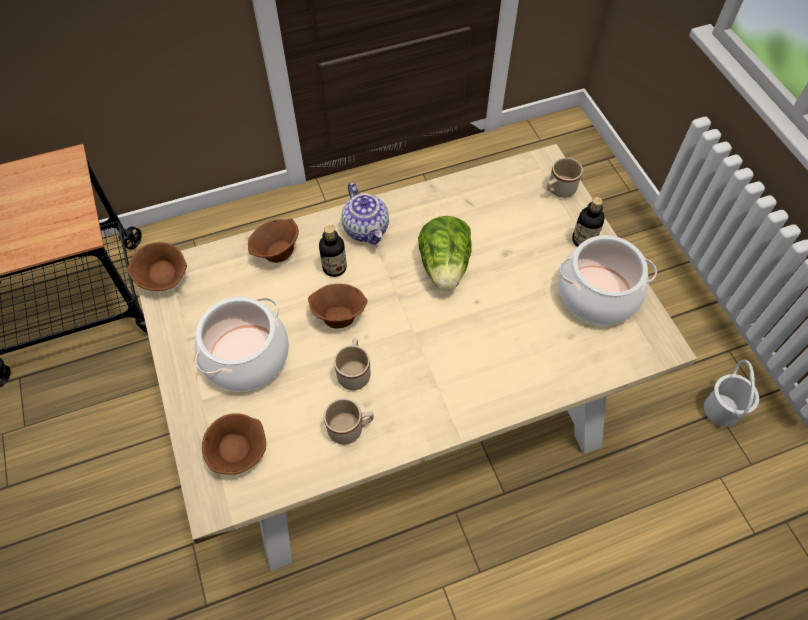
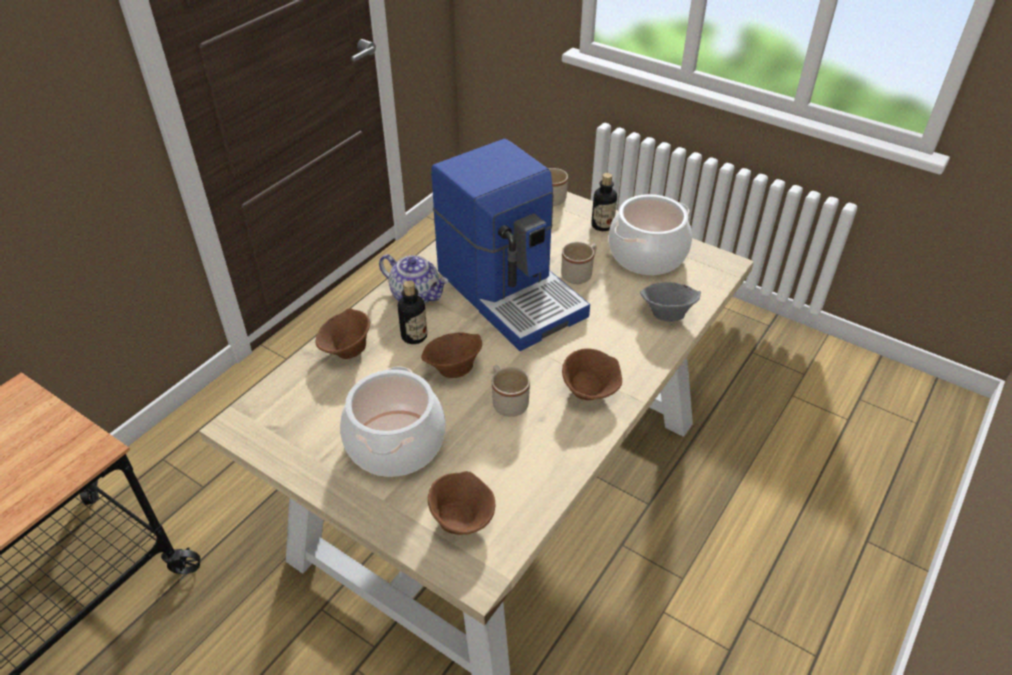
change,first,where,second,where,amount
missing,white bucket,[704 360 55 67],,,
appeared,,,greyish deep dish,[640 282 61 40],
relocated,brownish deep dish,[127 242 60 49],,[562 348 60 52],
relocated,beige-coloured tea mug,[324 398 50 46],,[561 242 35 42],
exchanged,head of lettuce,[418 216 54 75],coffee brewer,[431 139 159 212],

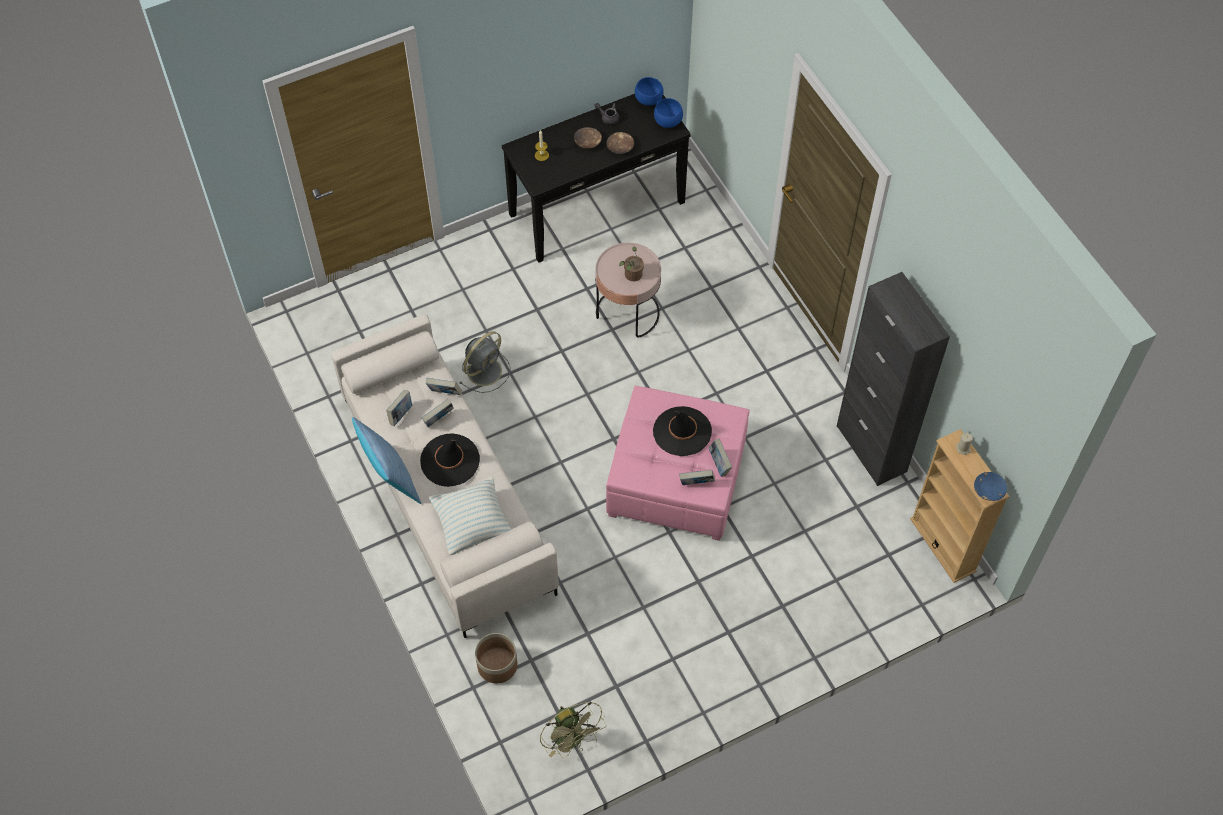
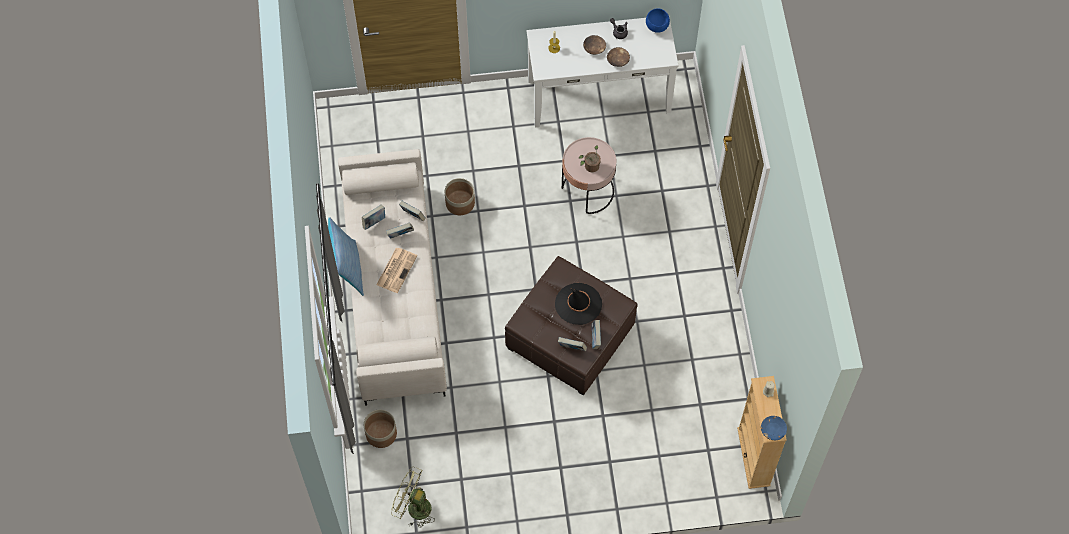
change,first,where,second,where,amount
missing,pillow,[429 477 82 78],,,
missing,bluish deep dish,[654 98 29 30],,,
missing,black-coloured cabinet,[837 272 113 214],,,
exchanged,black-coloured wearable hat,[420 433 60 54],daily paper,[376 248 41 45],
exchanged,greyish cooling fan,[459 331 52 62],plant pot,[445 178 30 37],
colour,black-coloured narrow table,[502 94 189 169],white narrow table,[527 17 152 111],
colour,pink footrest,[606 386 144 155],brownish footrest,[505 256 133 140],
spun,green cooling fan,[540 701 66 57],,[391 467 44 61],120 degrees clockwise

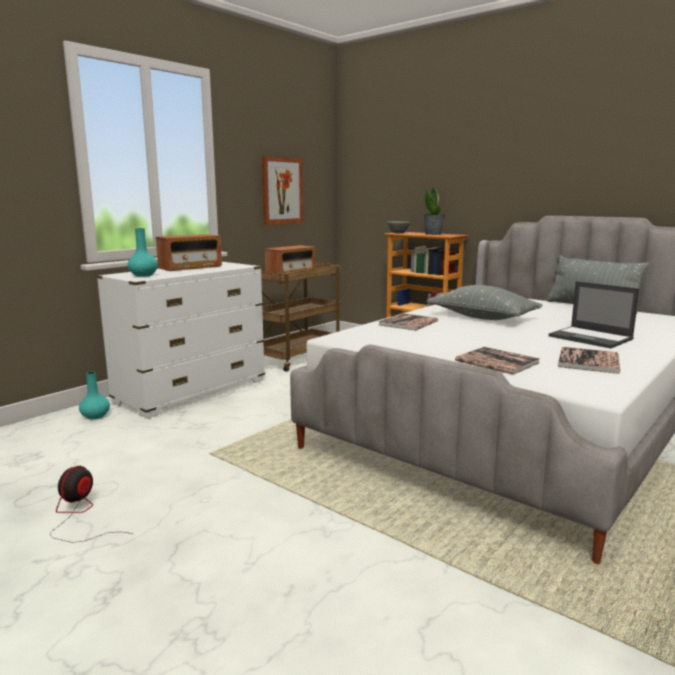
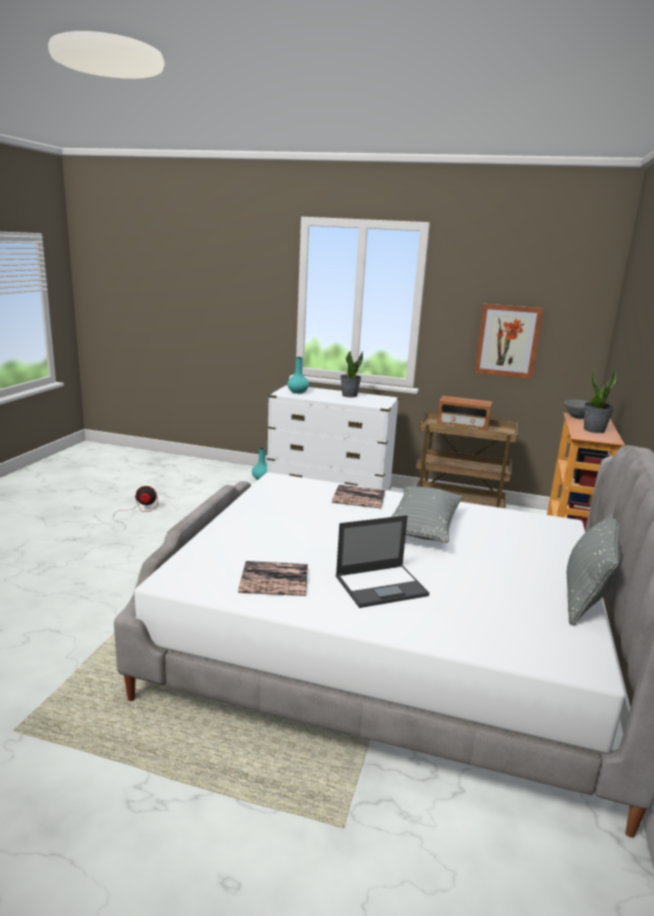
change,first,where,second,where,amount
missing,volume,[455 347 85 28],,,
exchanged,radio set,[156 234 66 37],potted plant,[340 351 23 46],
spun,laptop,[548 281 91 67],,[336 515 93 93],135 degrees counterclockwise

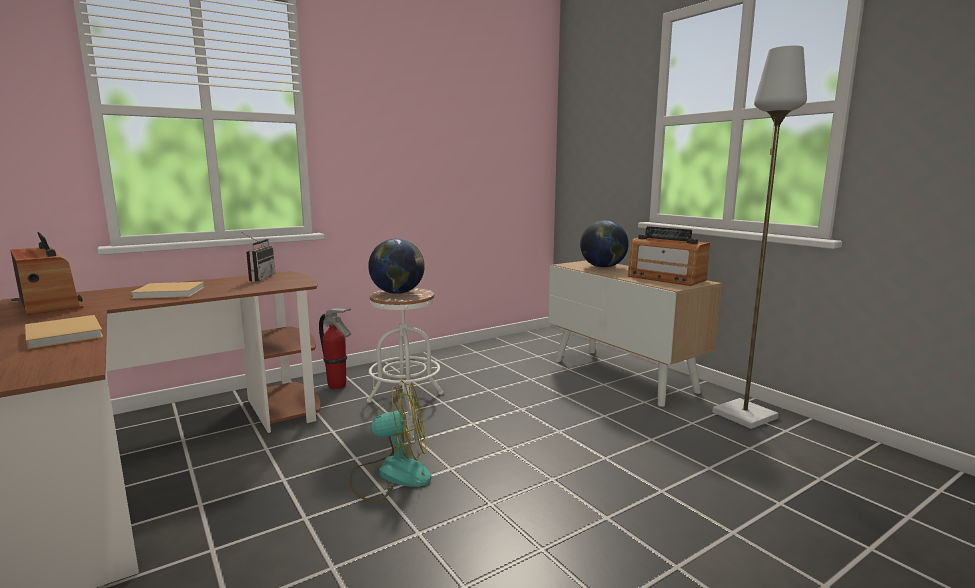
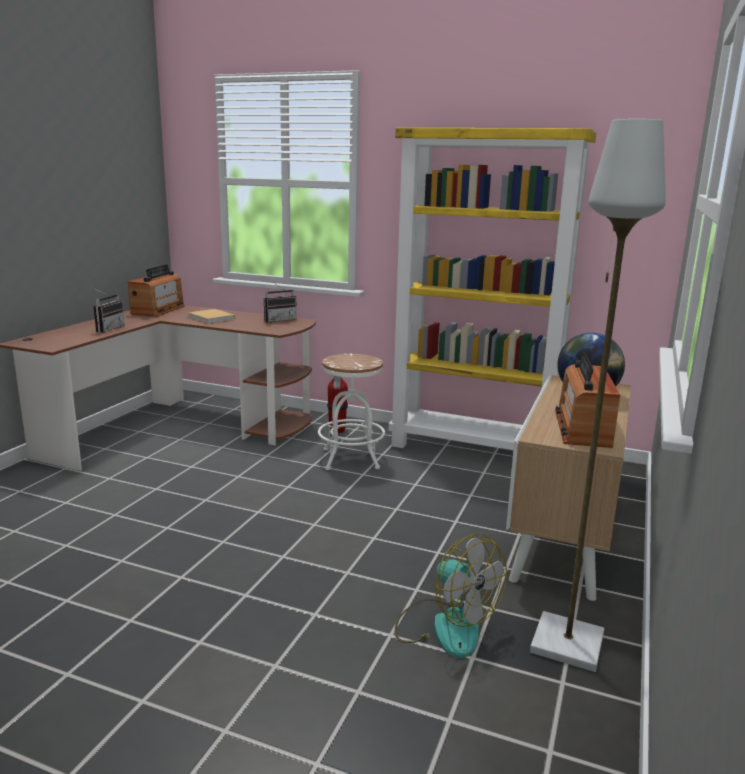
change,first,where,second,where,amount
missing,world globe,[368 239 57 55],,,
appeared,,,yellowish shelving unit,[388 128 209 322],
relocated,cooling fan,[349 380 82 122],,[395 534 112 124],
exchanged,beige-coloured volume,[25 315 78 34],radio set,[93 288 32 45],

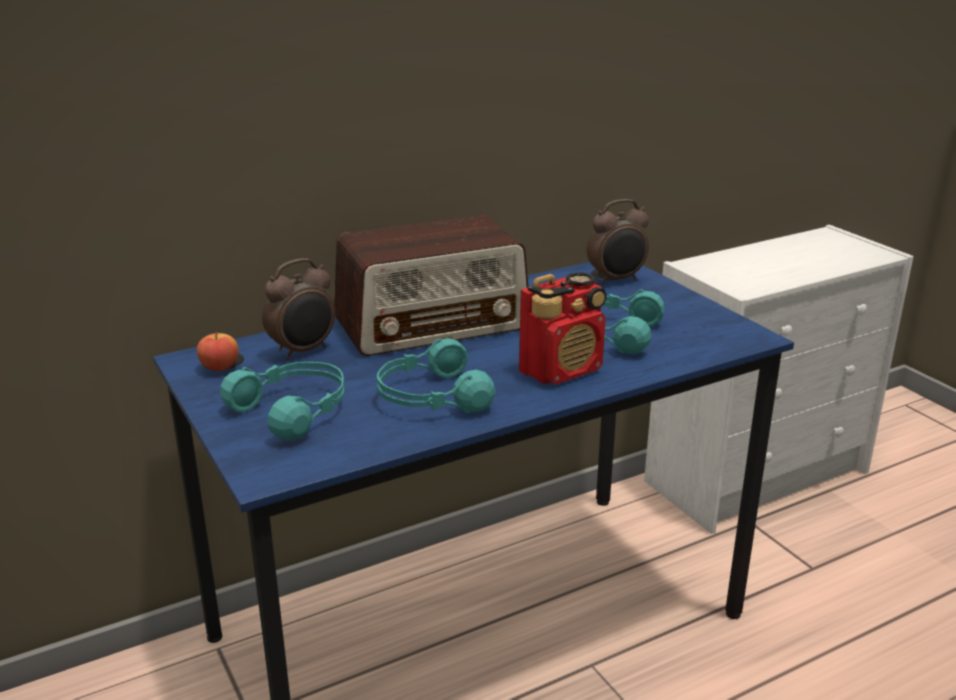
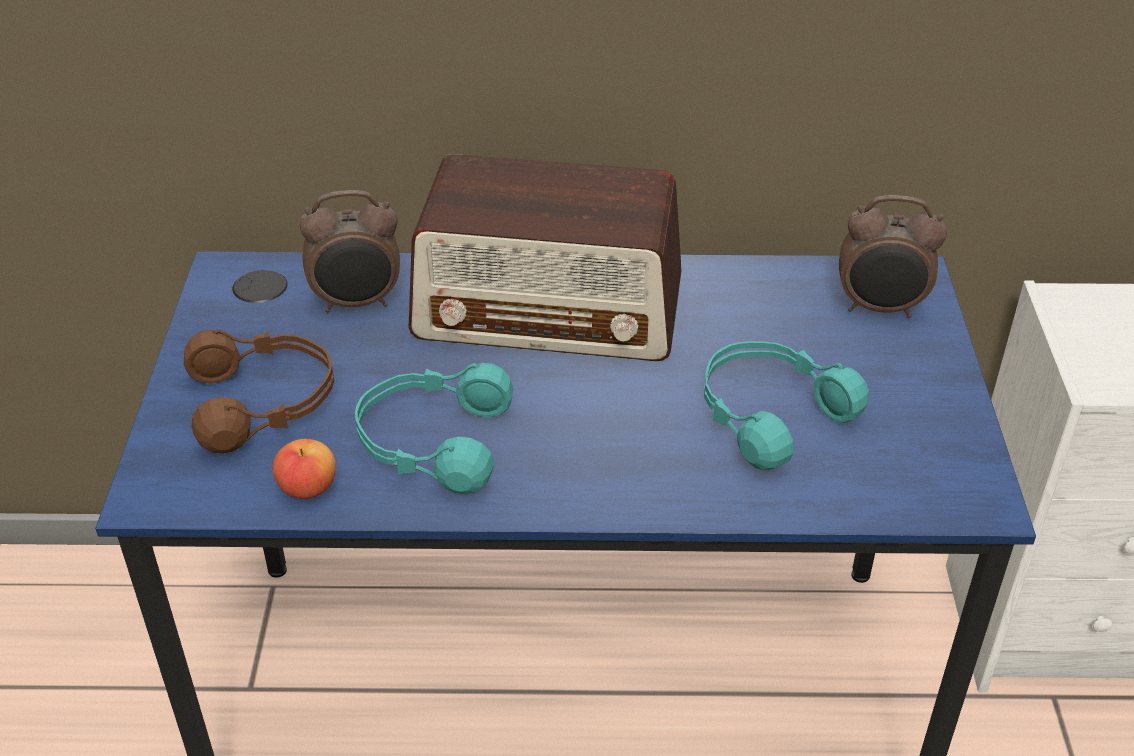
change,first,where,second,where,amount
missing,radio set,[519 272 88 113],,,
relocated,whole apple,[197 332 42 39],,[273 439 63 60],
colour,blue-green pair of headphones,[220 362 124 78],brownish pair of headphones,[184 329 150 125],

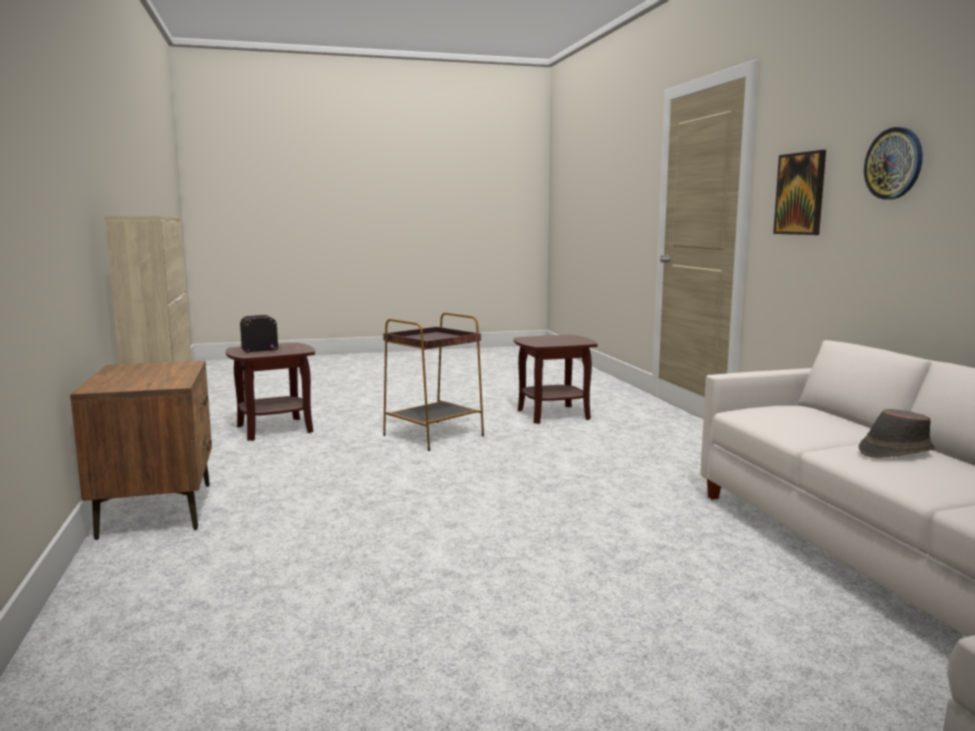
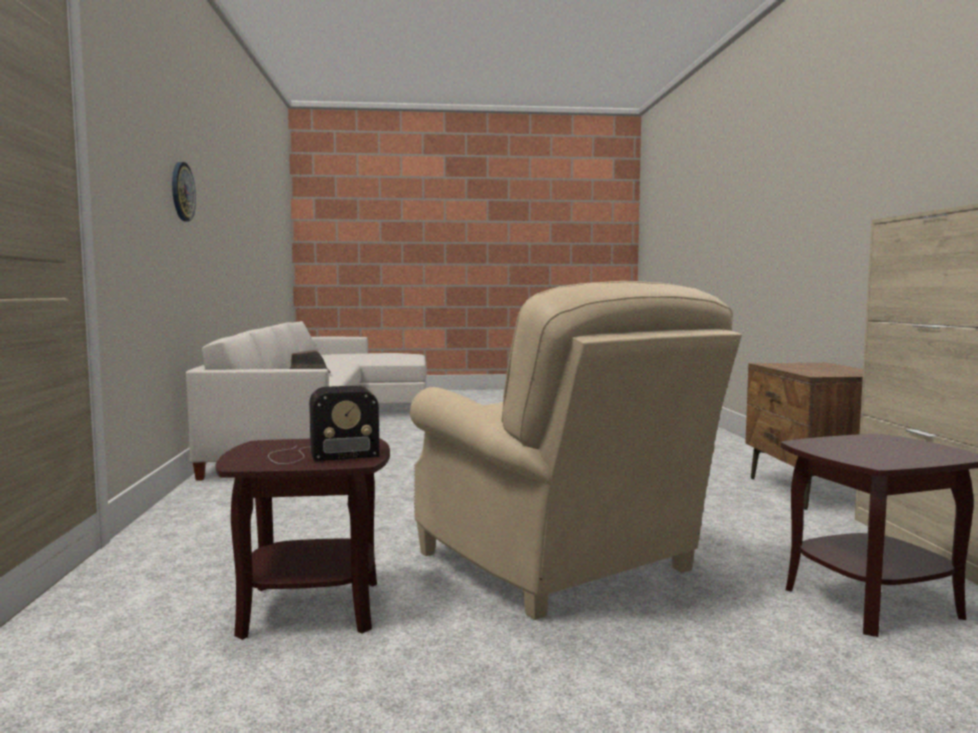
change,first,where,second,where,amount
missing,picture,[773 150 53 85],,,
relocated,radio set,[240 315 59 37],,[268 385 112 79],
exchanged,brownish side table,[383 312 101 139],beige-coloured easy chair,[410 281 332 339],

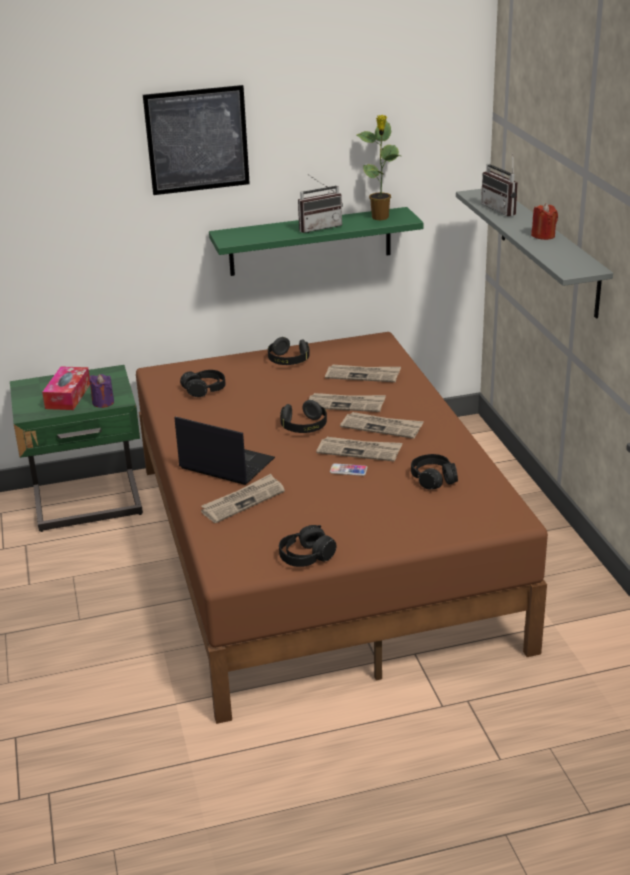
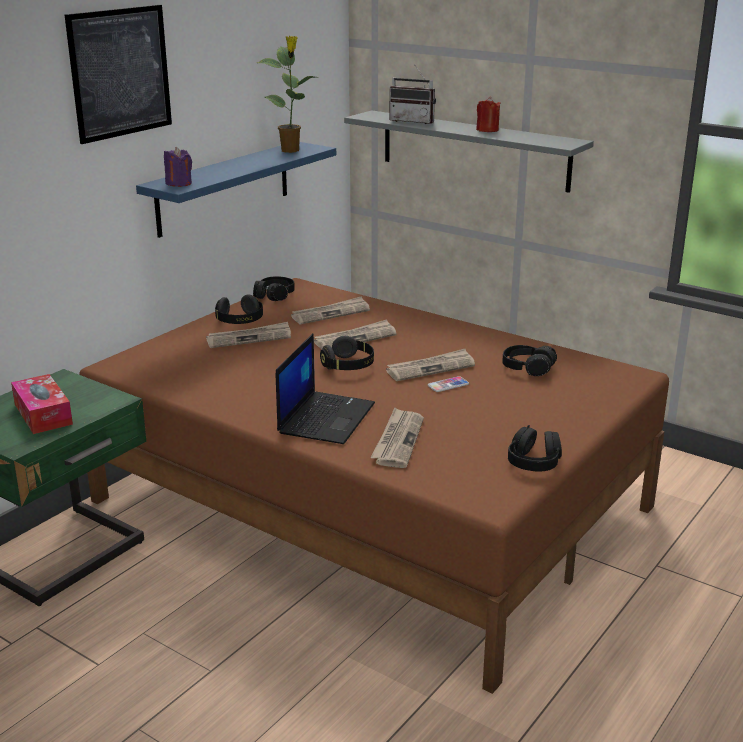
change,first,where,second,where,amount
missing,radio set,[298 174 45 59],,,
relocated,purple candle,[89 374 25 34],,[164 147 28 40],
relocated,black-coloured pair of headphones,[180 370 45 27],,[253 276 42 25],
relocated,daily paper,[340 412 84 27],,[206 322 85 26],
colour,green wall shelf,[209 207 215 69],bluish wall shelf,[136 142 200 96],
spun,laptop,[175 416 100 69],,[276 333 99 111],120 degrees clockwise

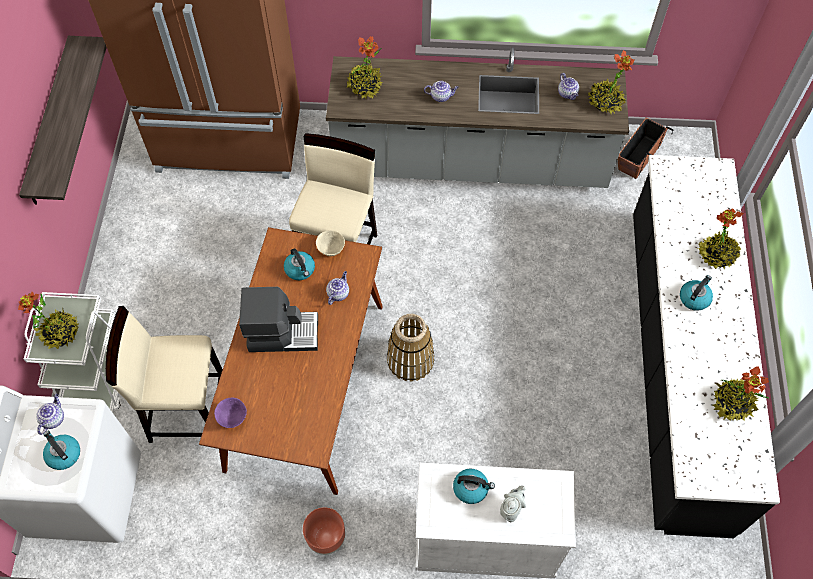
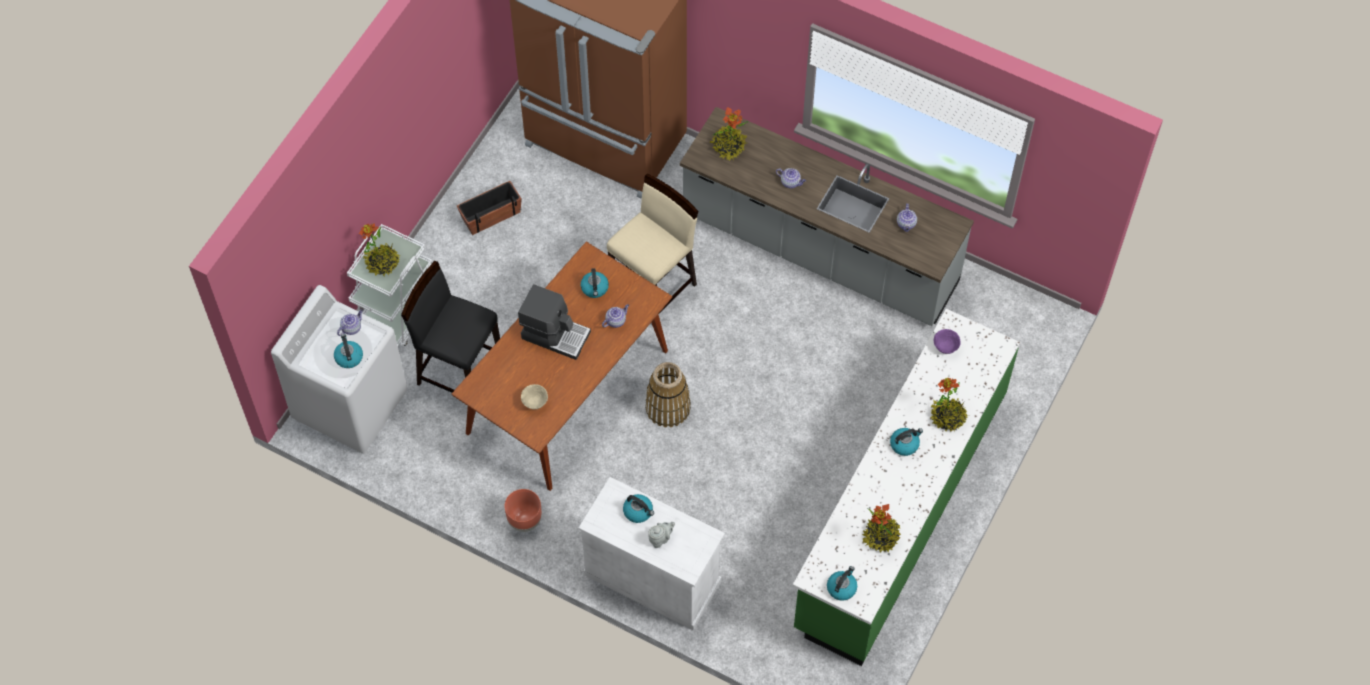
change,first,where,second,where,amount
missing,wall shelf,[19 36 88 169],,,
missing,potted plant,[588 50 47 64],,,
appeared,,,kettle,[827 566 30 35],
relocated,purple deep dish,[214 398 33 30],,[934 329 27 25],
relocated,beige-coloured deep dish,[316 230 29 26],,[521 384 27 25],
relocated,plant pot,[618 118 55 61],,[457 181 65 54],
colour,beige-coloured stool,[106 306 117 137],black-coloured stool,[401 261 99 132],
colour,black-coloured kitchen counter,[633 155 147 383],green kitchen counter,[793 309 227 357],

